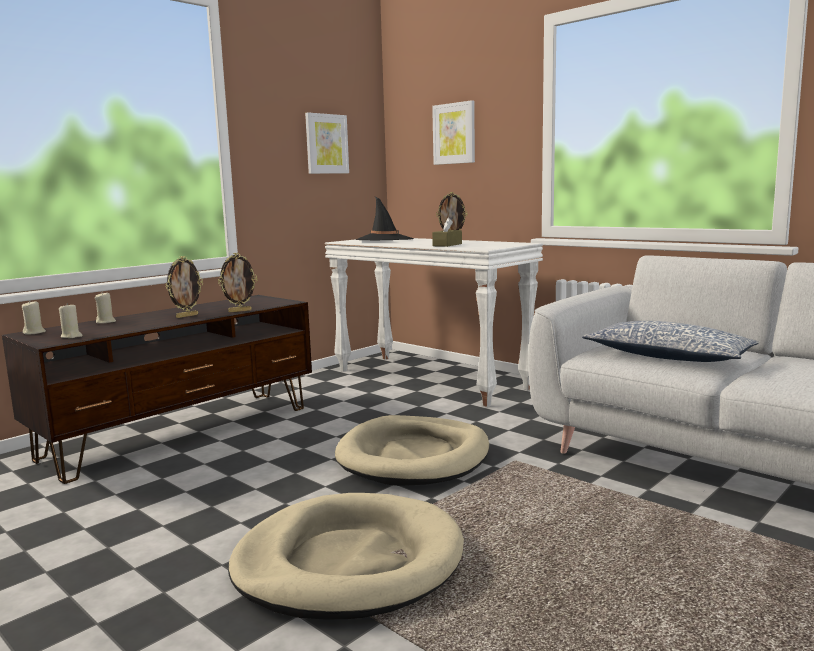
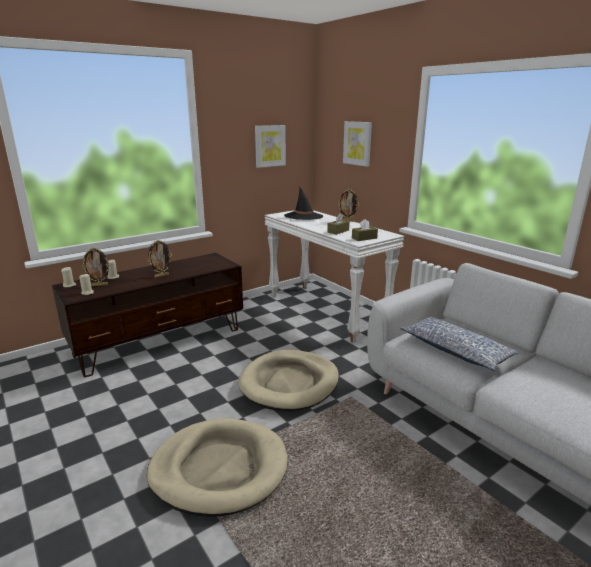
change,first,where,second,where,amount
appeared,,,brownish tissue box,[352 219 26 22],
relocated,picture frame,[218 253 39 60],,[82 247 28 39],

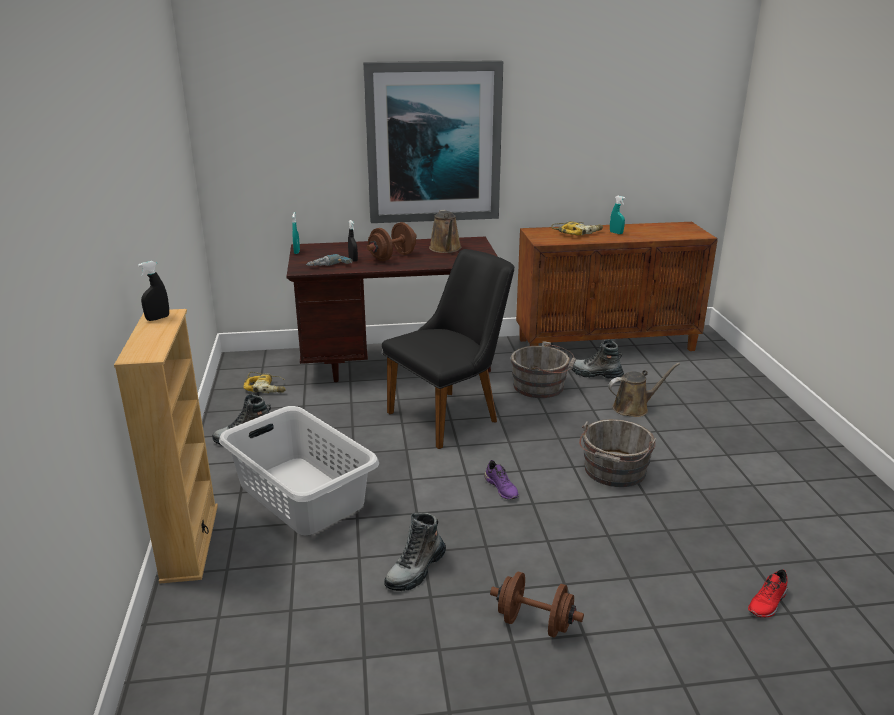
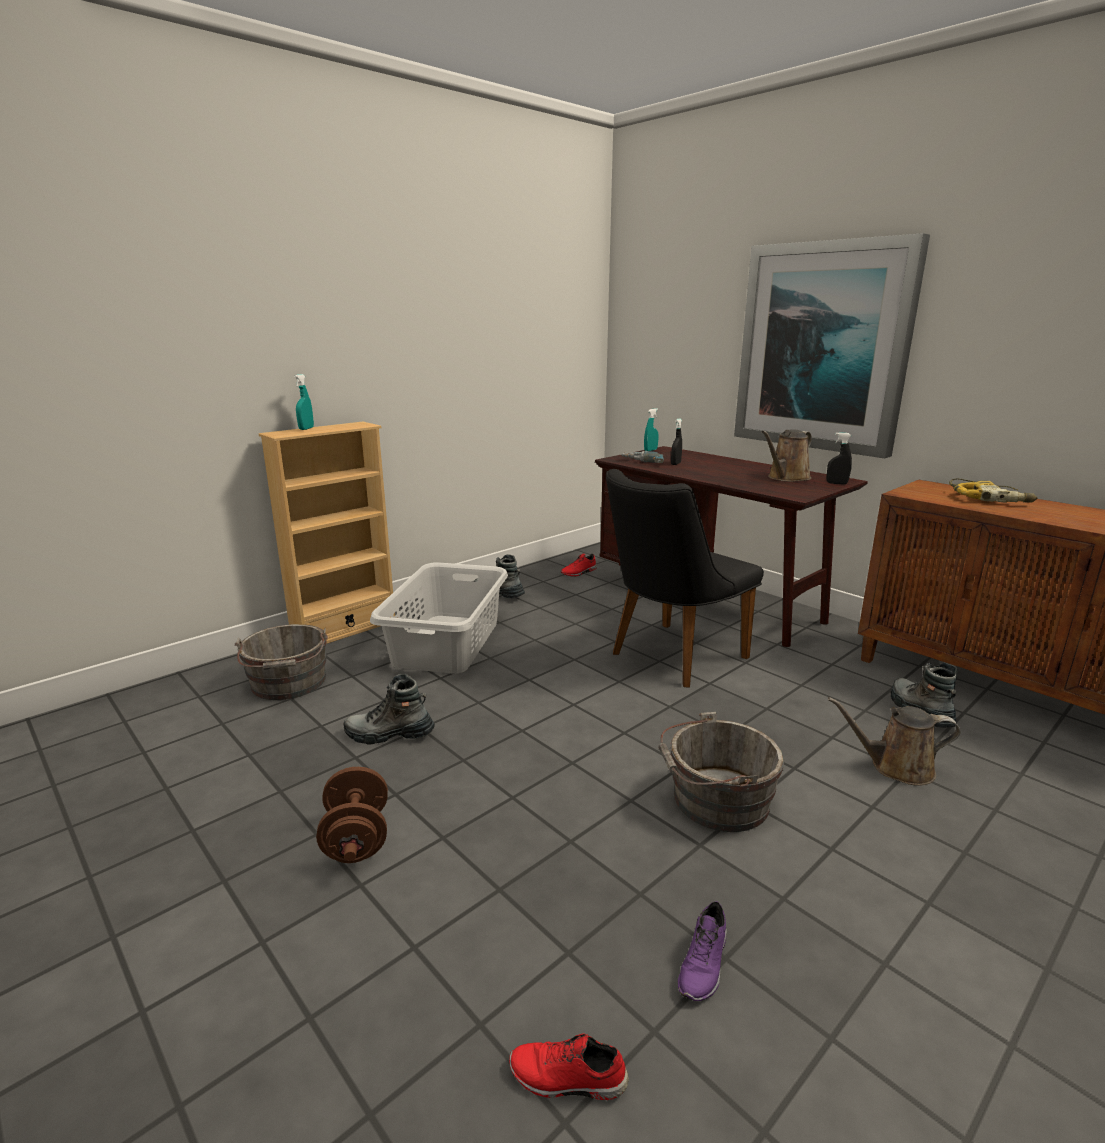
change,first,where,second,where,amount
missing,brownish hand weight,[367 222 50 39],,,
relocated,black-coloured sprayer,[138 261 31 60],,[826 432 26 52],
relocated,purple shoe,[484 460 35 39],,[678 901 49 100],
relocated,greyish bucket,[510 341 66 57],,[235 624 93 76],
relocated,blue-green sprayer,[610 196 15 38],,[294 374 20 56],
exchanged,drill,[243 372 43 21],red-coloured shoe,[561 553 36 24],
spun,black-coloured upright chair,[382 249 132 200],,[606 469 158 218],120 degrees clockwise
spun,brownish sprinkling can,[608 363 72 54],,[828 697 132 89],150 degrees clockwise

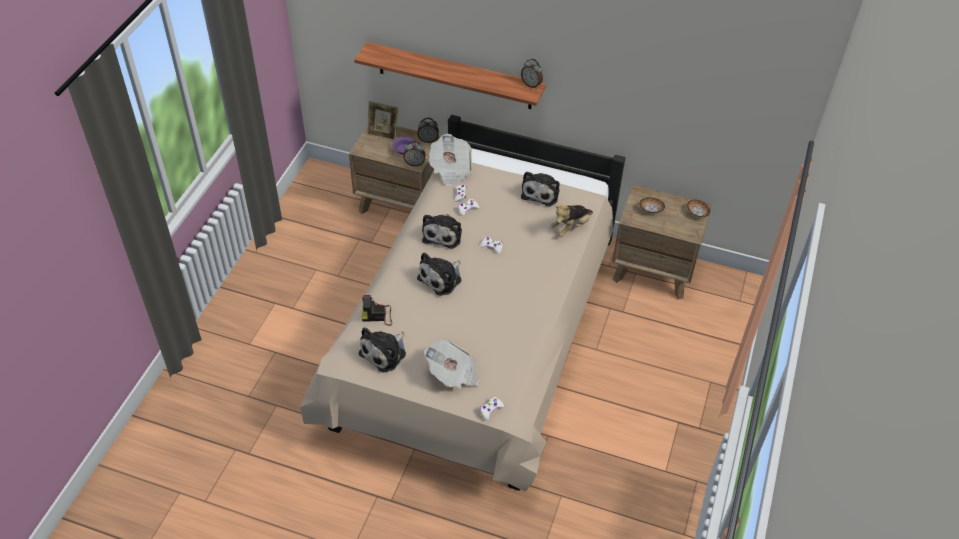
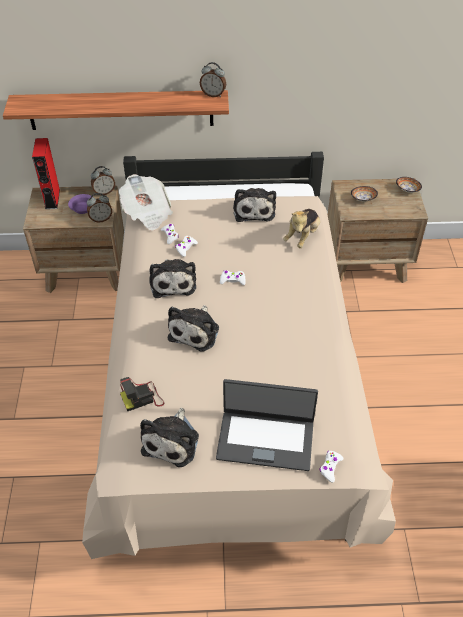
change,first,where,second,where,amount
exchanged,picture frame,[367 101 31 40],red-coloured speaker,[32 138 28 71],
exchanged,daily paper,[424 339 56 49],laptop,[216 379 102 92],

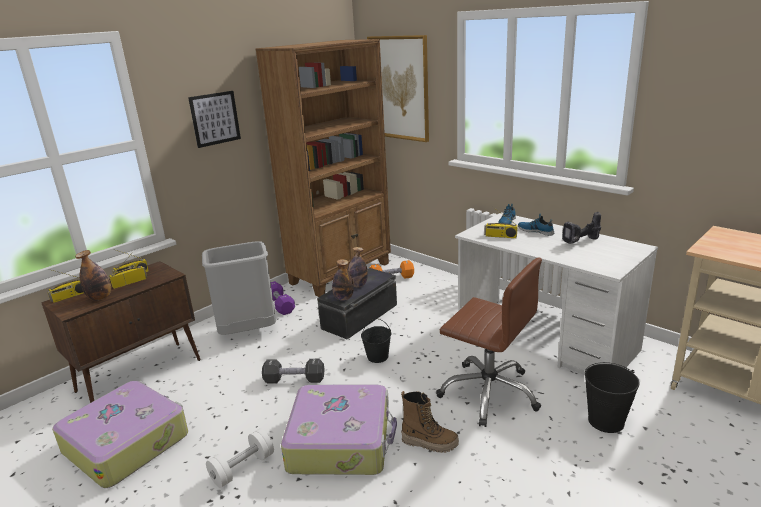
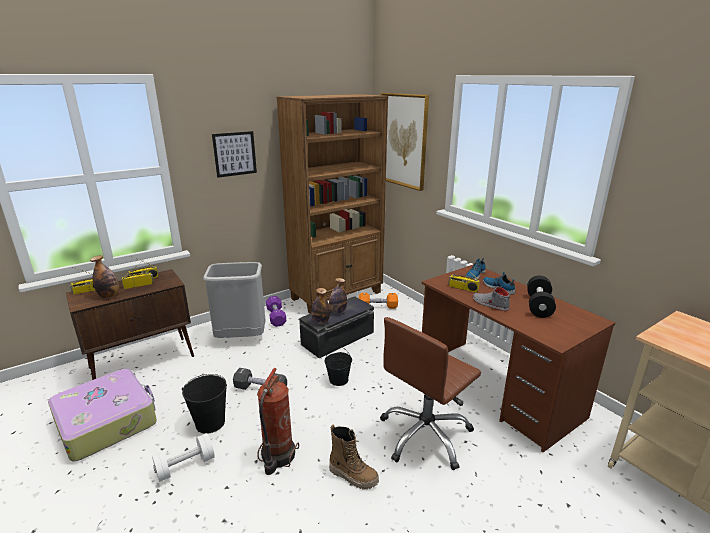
change,first,where,second,where,amount
appeared,,,greyish shoe,[473 286 37 25],
relocated,black-coloured bucket,[585 362 55 71],,[182 374 45 60],
exchanged,suitcase,[281 384 116 91],extinguisher,[257 368 42 107],
exchanged,drill,[562 212 39 32],black-coloured hand weight,[527 276 29 42],
colour,white desk unit,[455 212 203 163],brownish desk unit,[422 264 193 188],
spun,brownish computer chair,[436 257 106 170],,[380 317 101 153],90 degrees clockwise

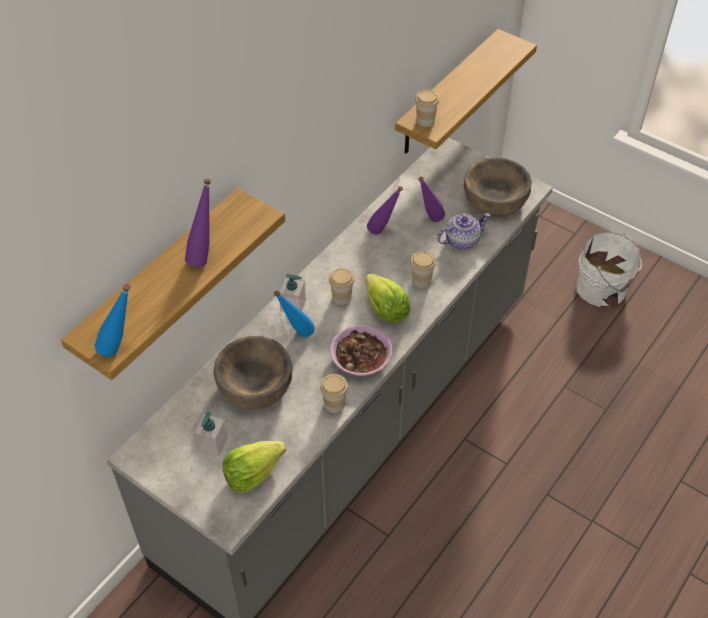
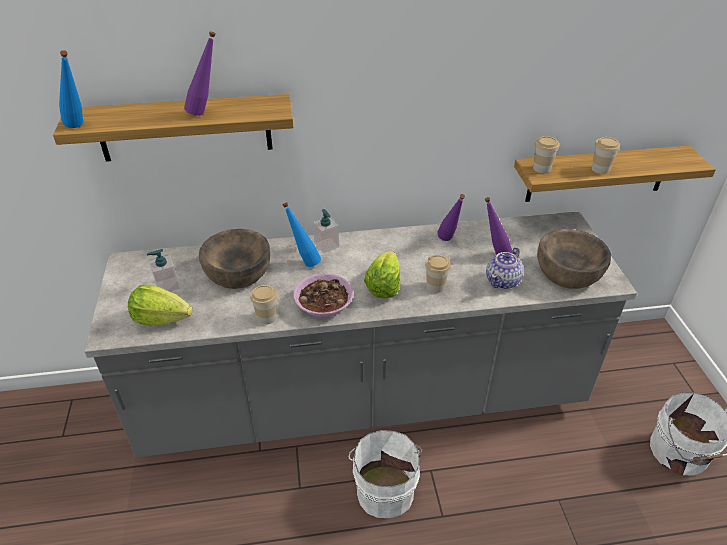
change,first,where,second,where,amount
appeared,,,white bucket,[349 430 73 88],
relocated,drinking cup,[329 268 26 37],,[592 137 28 37],
spun,pot for tea,[437 213 53 36],,[486 247 37 42],105 degrees clockwise

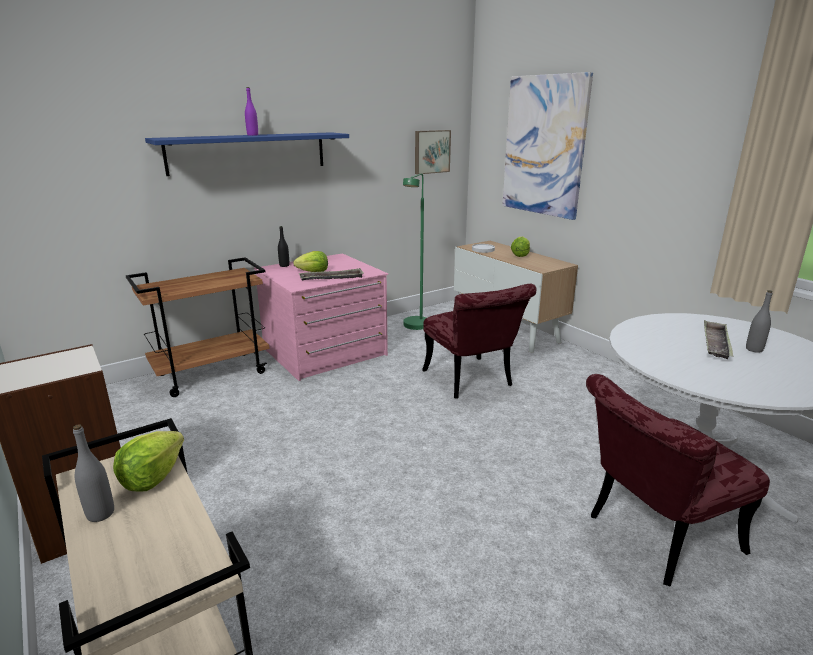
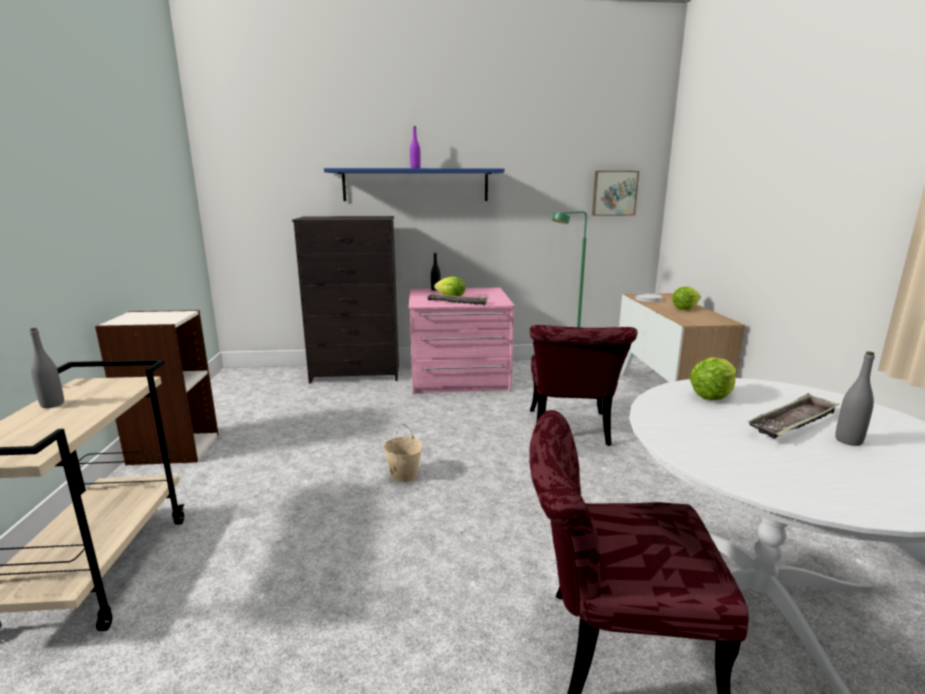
change,first,where,second,where,amount
missing,picture,[502 72 91 148],,,
appeared,,,beige-coloured bucket,[384 424 39 58],
relocated,head of lettuce,[113 431 71 60],,[689 358 47 42],
exchanged,brownish trolley,[126 257 144 140],black-coloured dresser,[292 216 107 167],

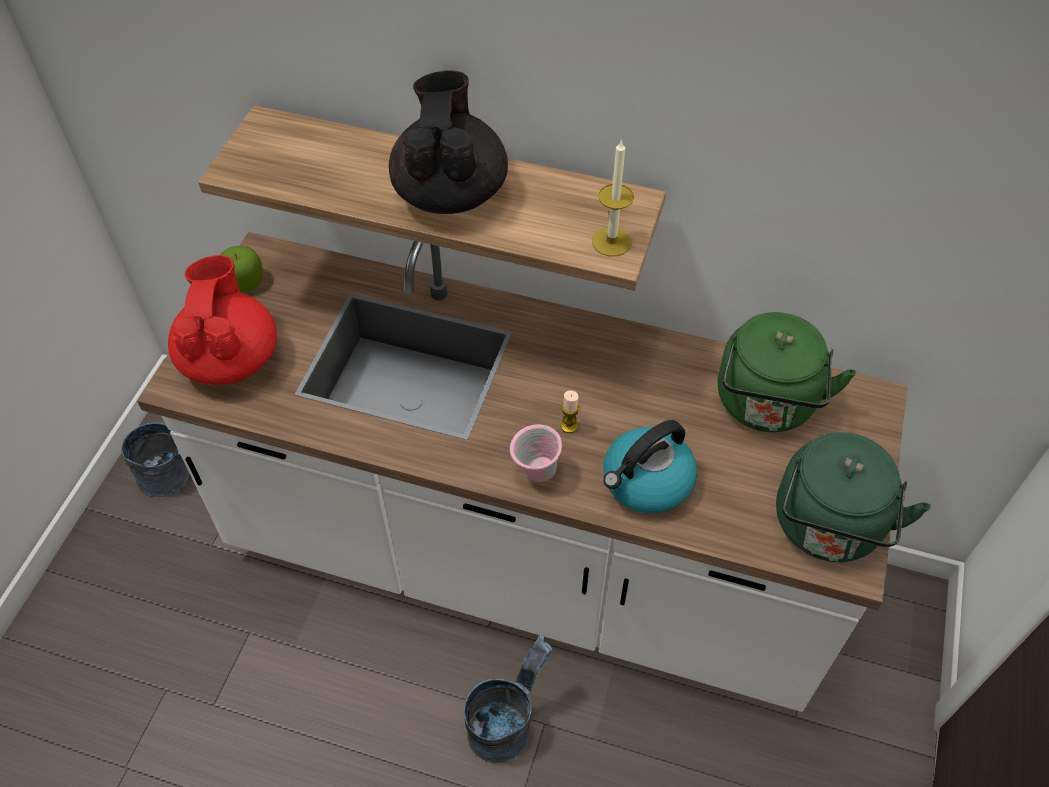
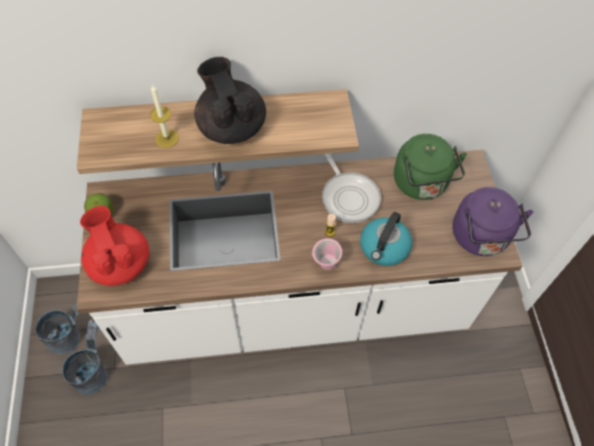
change,first,where,second,where,amount
appeared,,,frying pan,[322 154 59 69],
relocated,greyish bucket,[464 635 89 128],,[62 320 46 75],
relocated,candle,[592 139 42 117],,[150 84 29 64],
colour,green kettle,[776 432 155 130],purple kettle,[452 187 81 69],

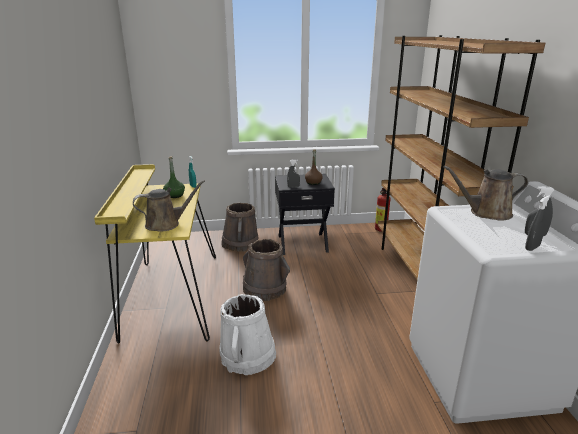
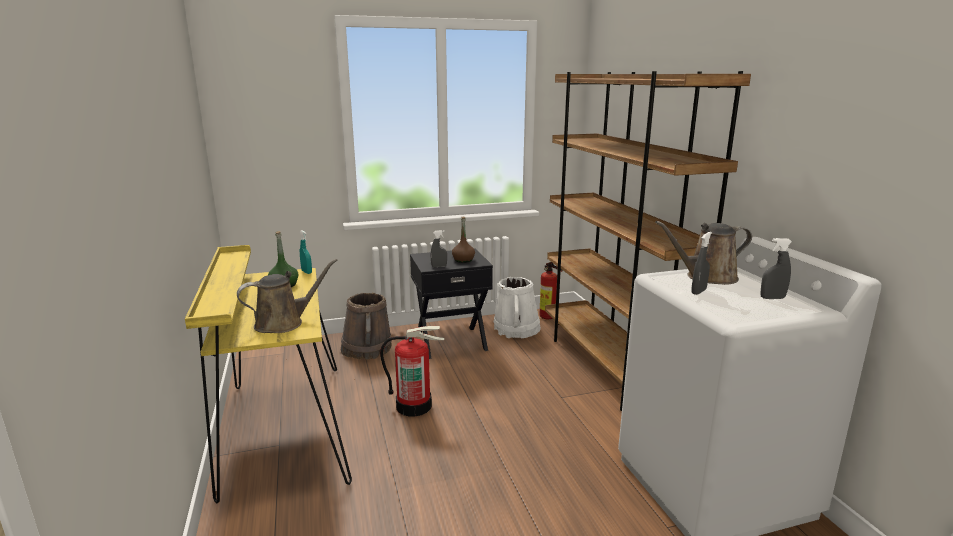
change,first,where,second,where,amount
relocated,white bucket,[219 294 57 81],,[494 277 47 61],
relocated,greyish sprayer,[525 195 26 56],,[691 232 21 63],
exchanged,brownish bucket,[243 239 47 63],extinguisher,[380 326 64 90],

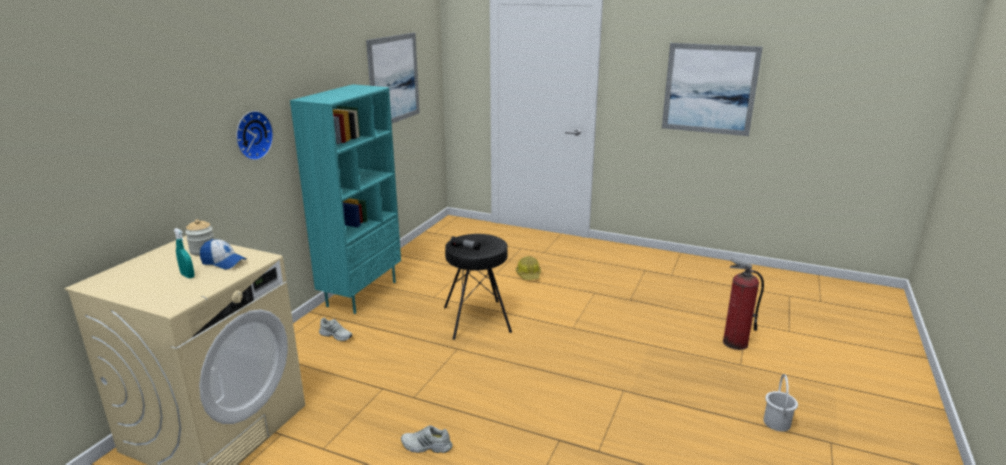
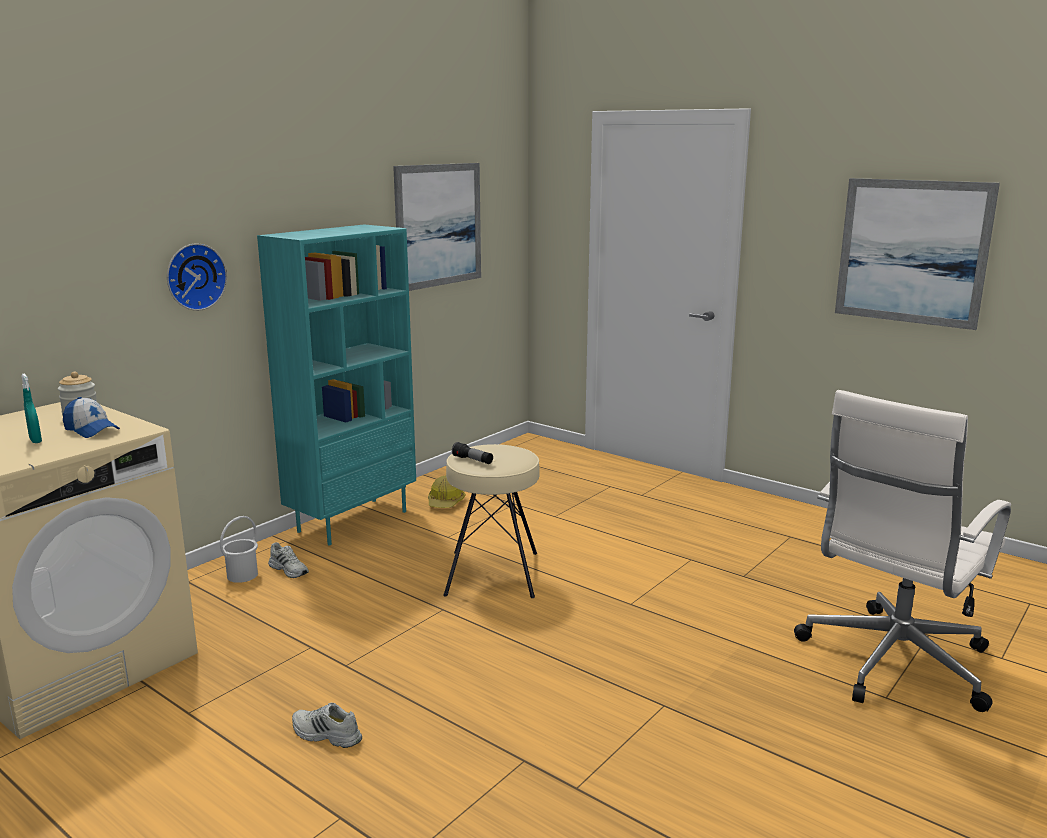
change,first,where,second,where,amount
relocated,hard hat,[516 256 25 24],,[428 475 38 33],
relocated,white bucket,[763 374 35 57],,[220 516 38 67],
exchanged,extinguisher,[723 259 41 91],white computer chair,[794 390 217 322],
colour,black-coloured stool,[444 234 68 106],beige-coloured stool,[443 444 97 154],

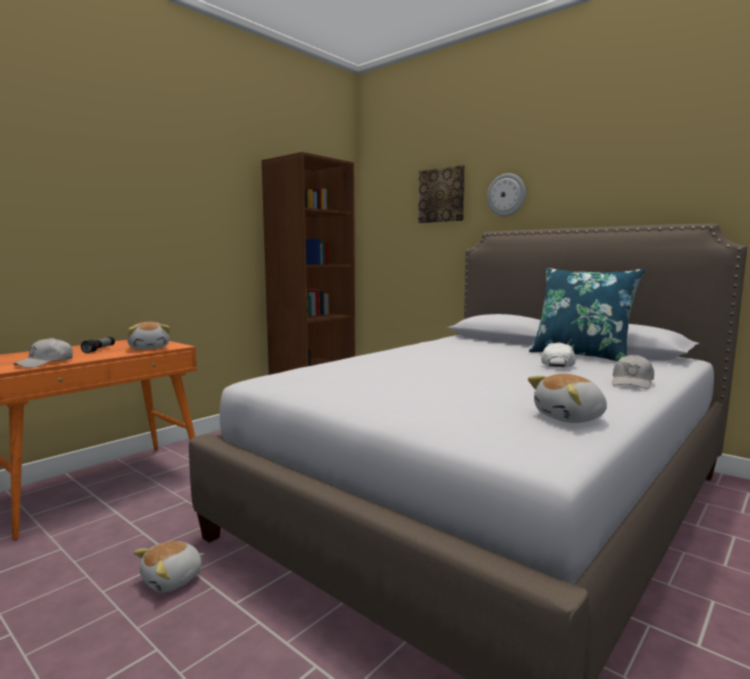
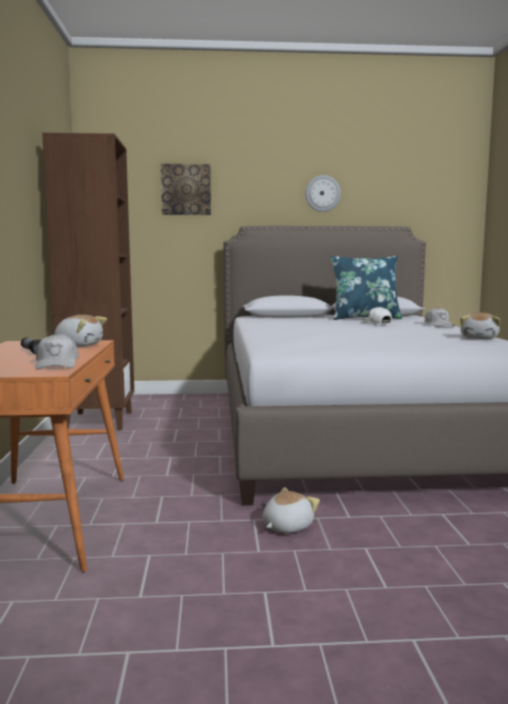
change,first,where,second,where,amount
relocated,clock on the wall,[487 173 39 44],,[306 175 35 37],
spun,plush toy,[134 541 71 51],,[263 487 57 46],135 degrees counterclockwise

